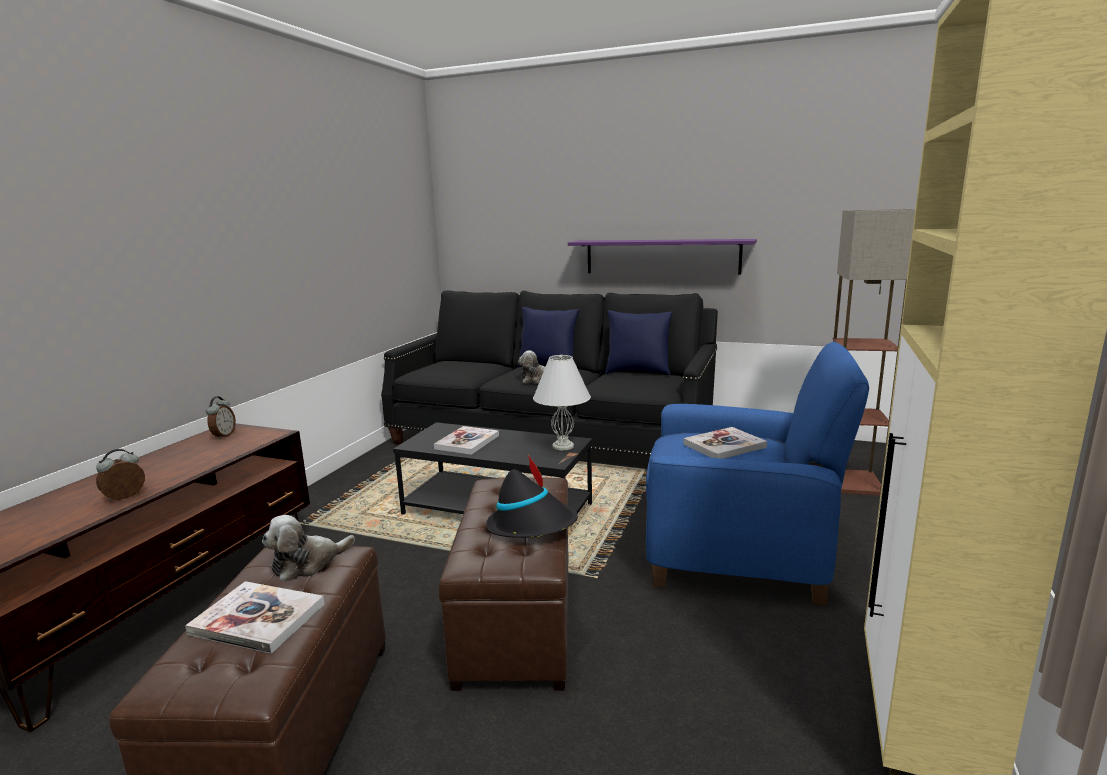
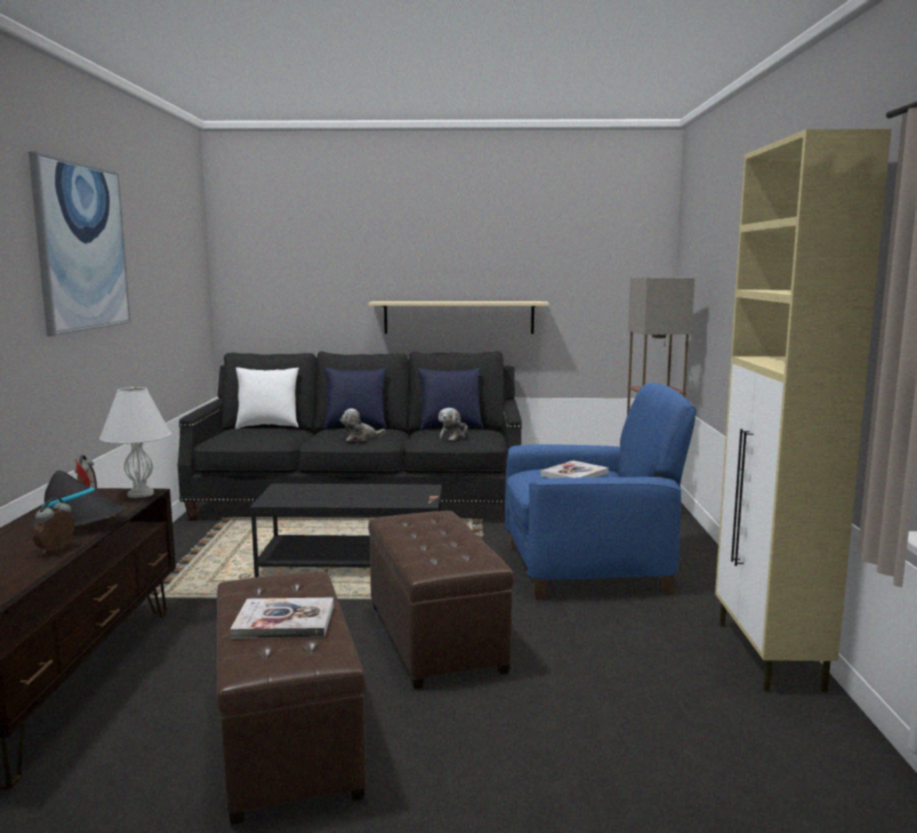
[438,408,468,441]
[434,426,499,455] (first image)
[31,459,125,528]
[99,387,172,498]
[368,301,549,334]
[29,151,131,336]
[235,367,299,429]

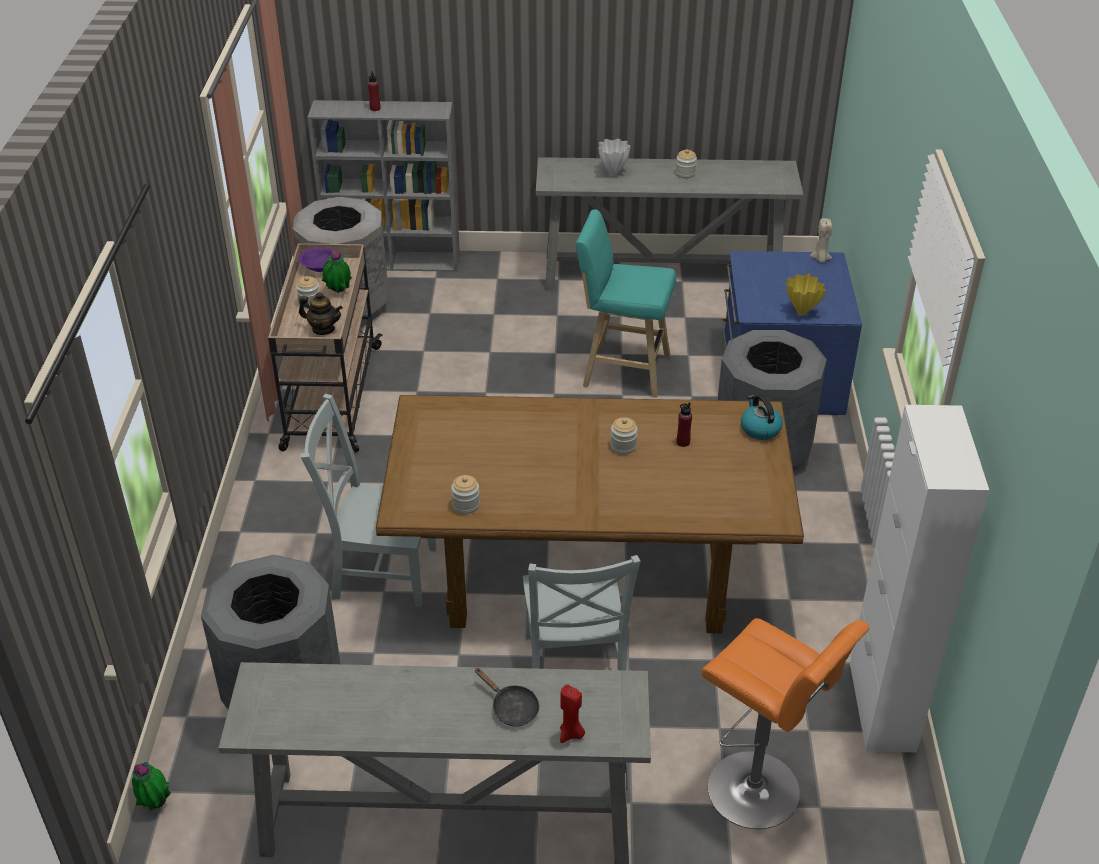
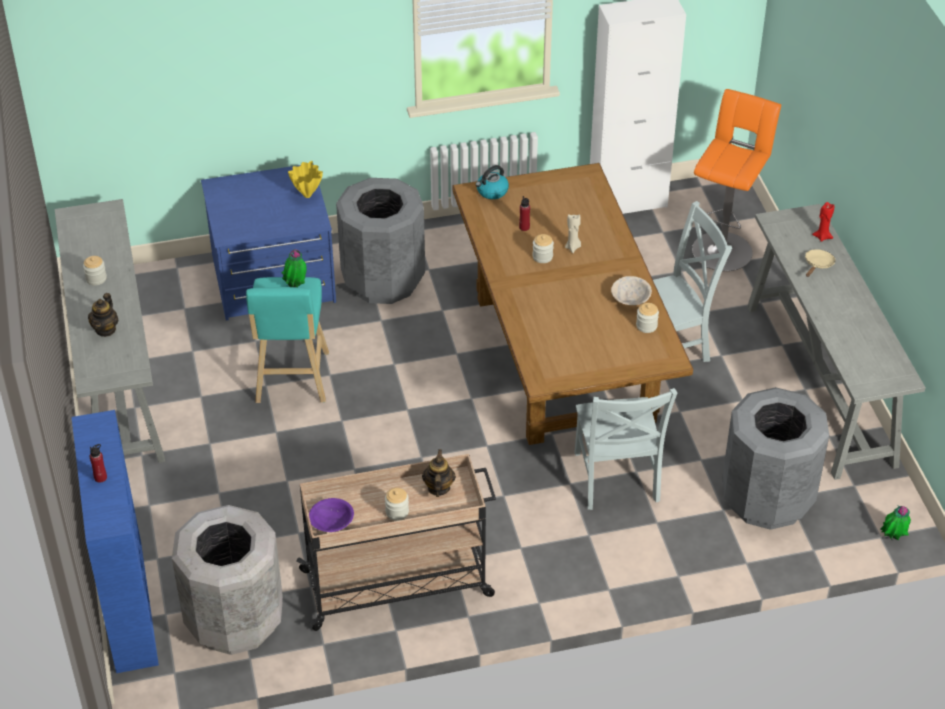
[71,410,159,673]
[282,249,307,287]
[805,249,835,277]
[88,293,119,337]
[565,214,581,253]
[611,276,652,305]

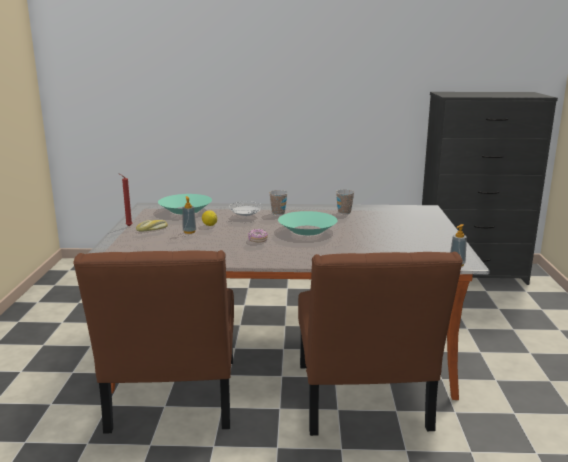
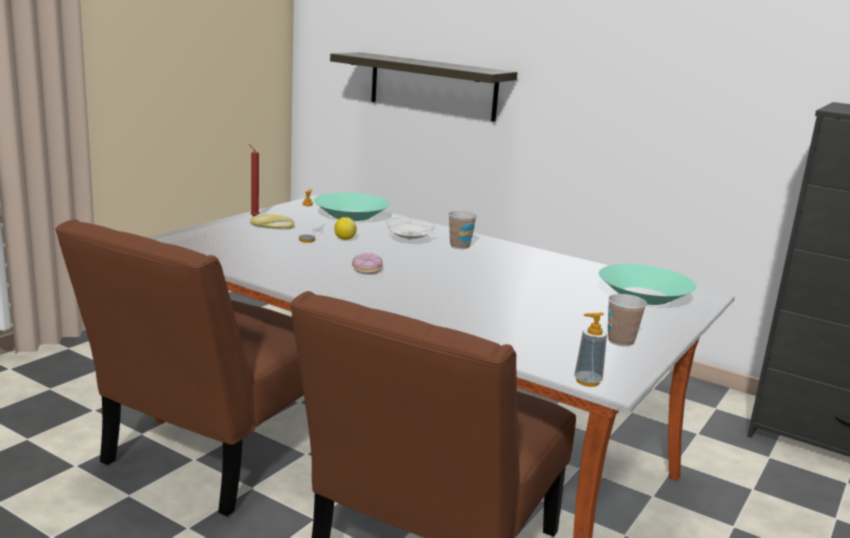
[599,264,696,305]
[608,294,647,346]
[330,52,517,122]

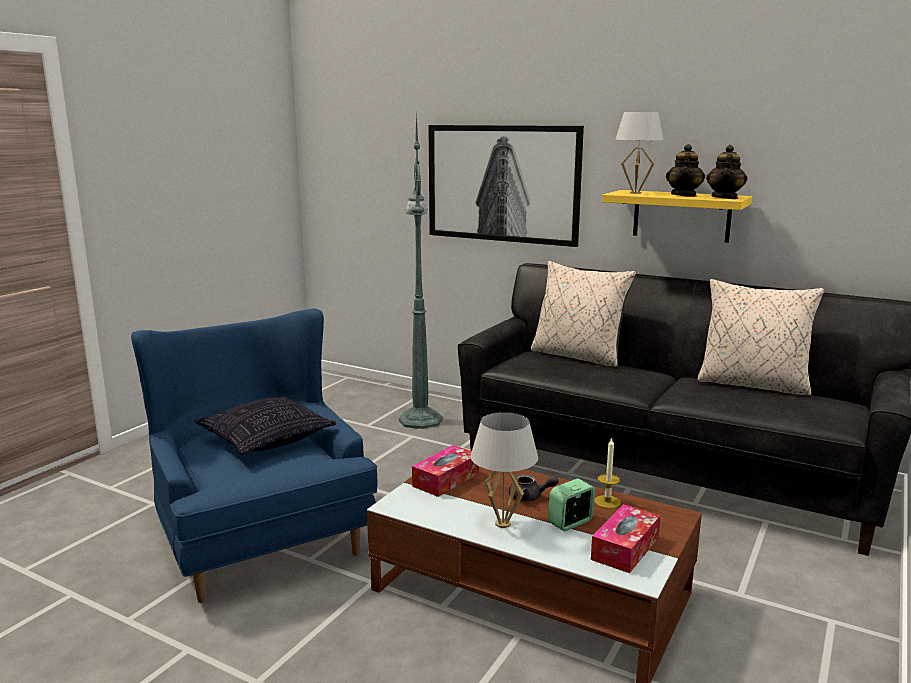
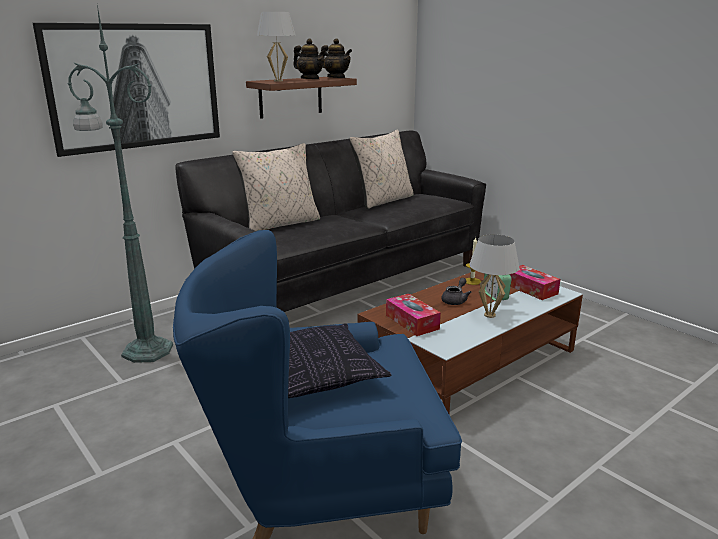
[246,77,357,119]

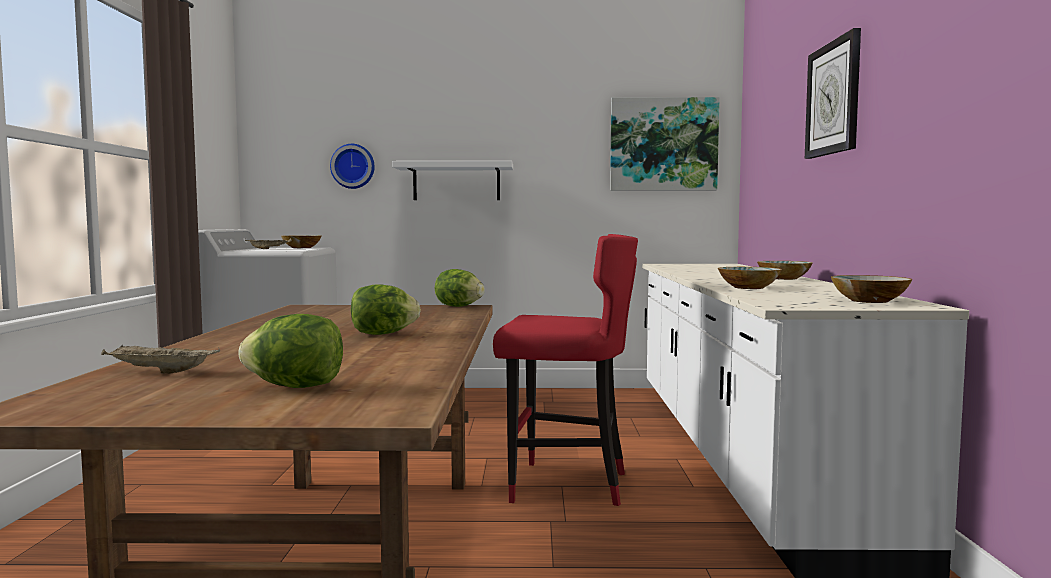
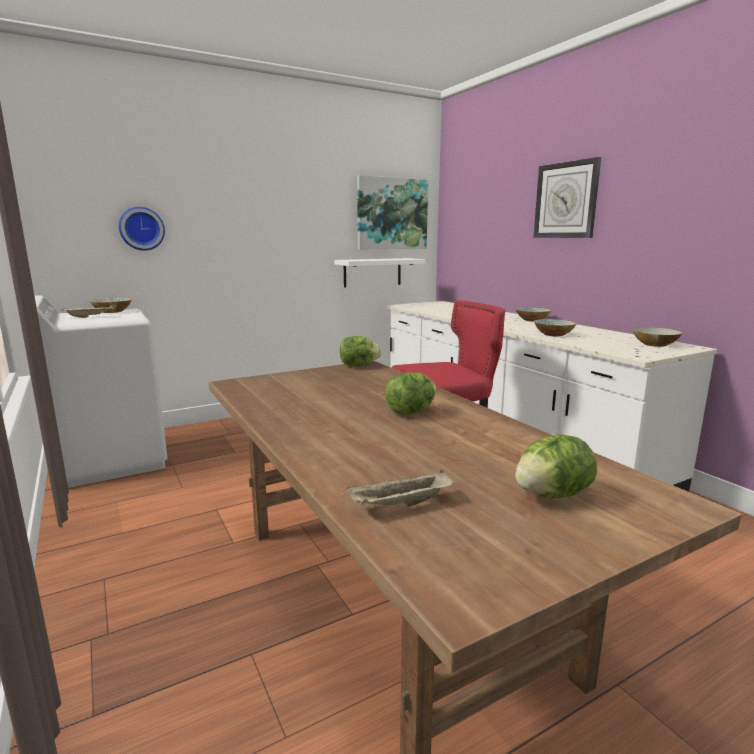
[334,258,425,287]

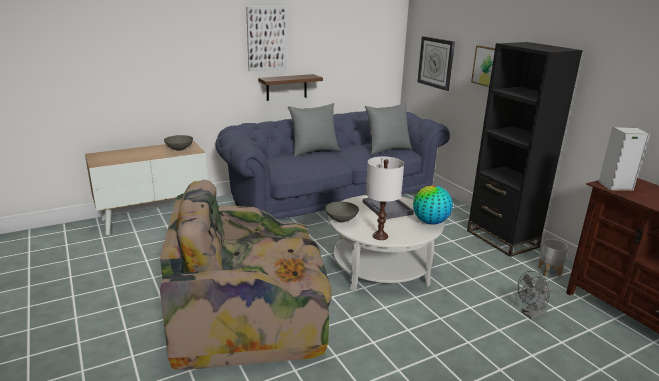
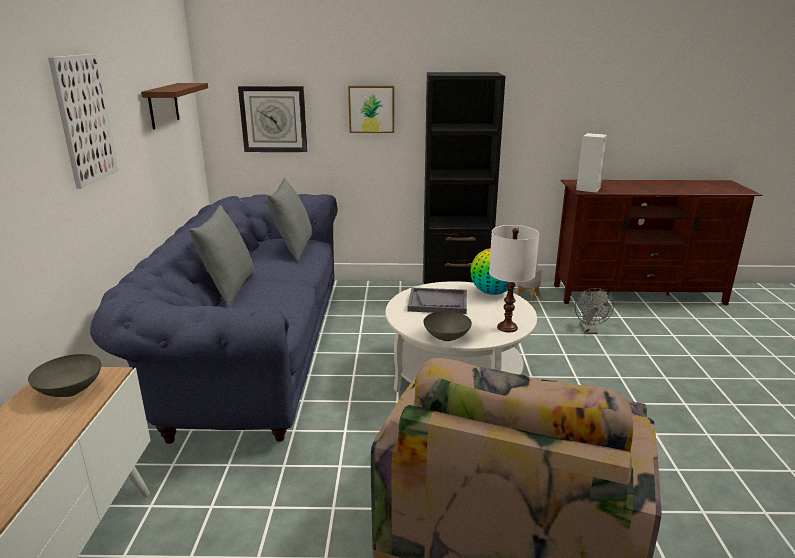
[141,83,208,129]

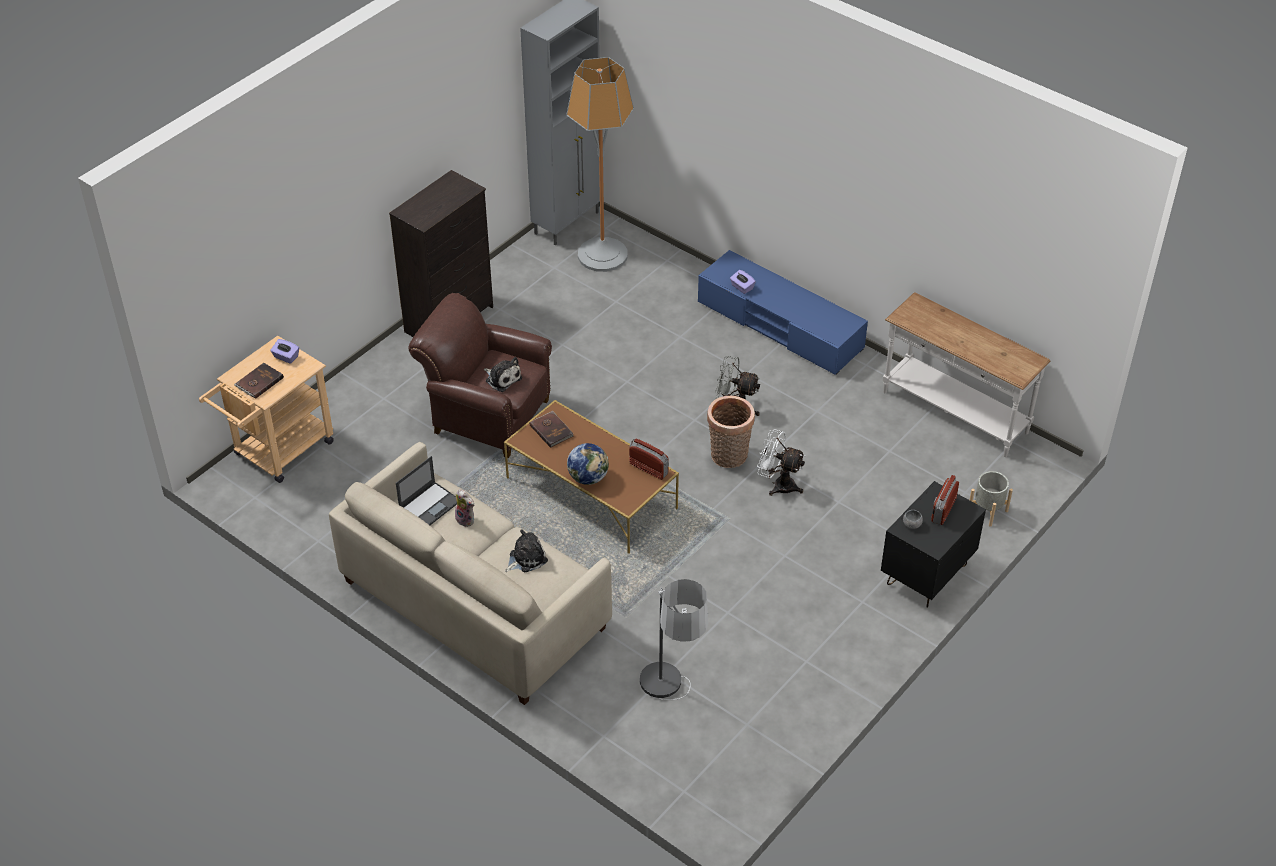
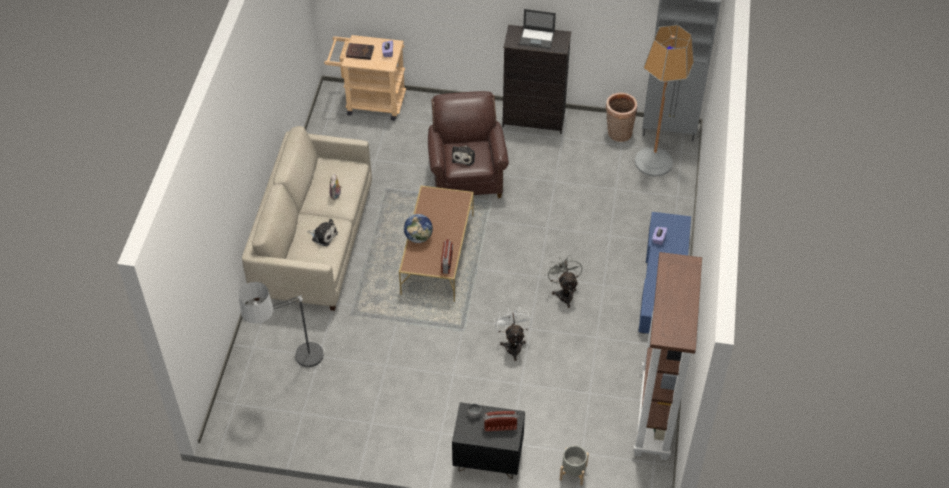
[519,9,556,49]
[530,411,574,448] (first image)
[606,93,637,142]
[633,252,702,460]

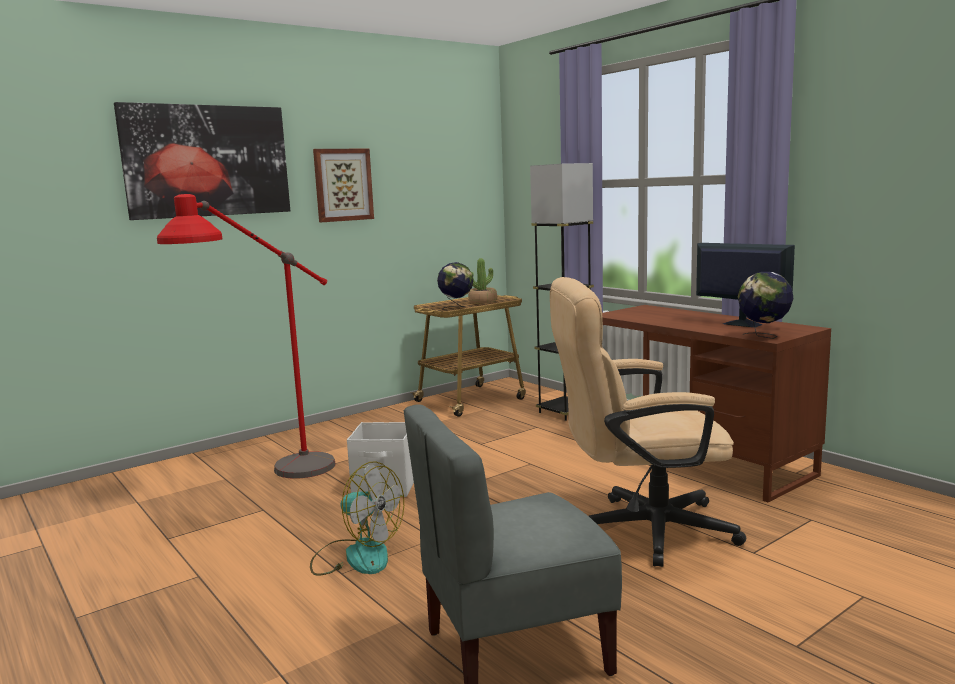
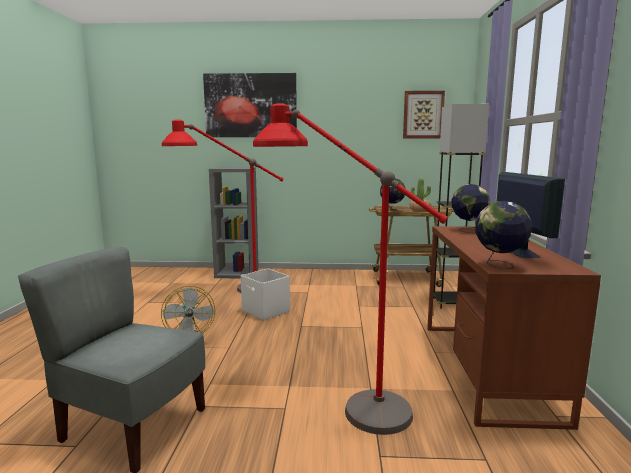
[403,91,445,139]
[253,103,448,435]
[209,167,259,279]
[452,184,490,233]

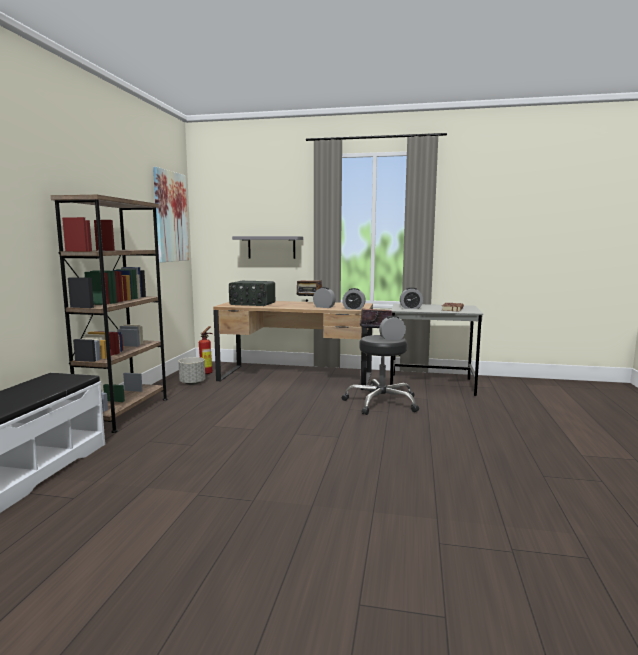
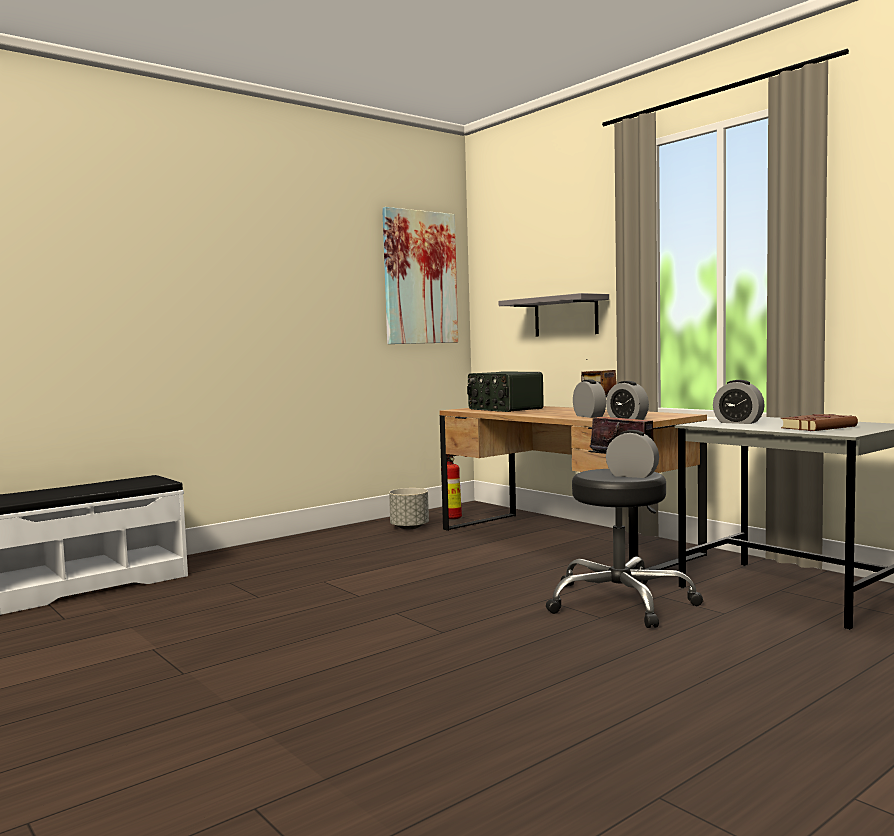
[51,195,168,433] (first image)

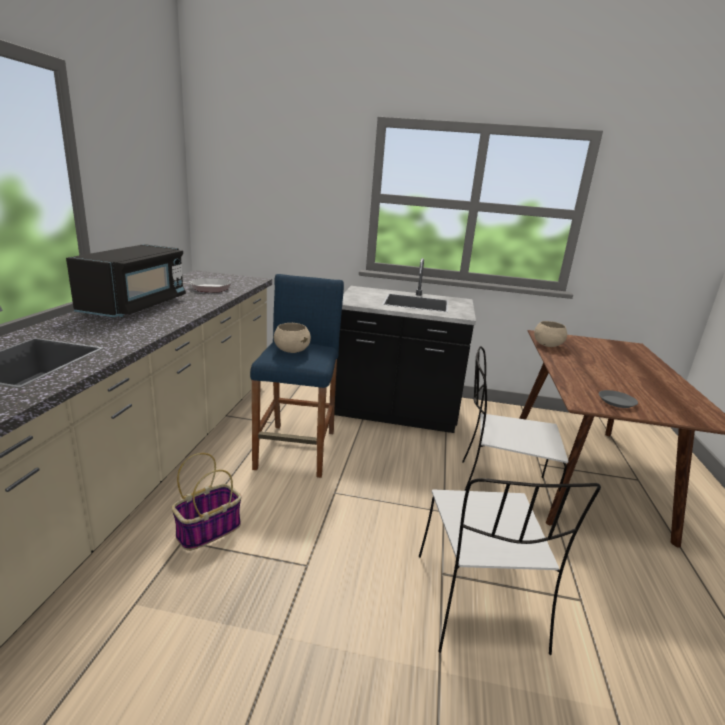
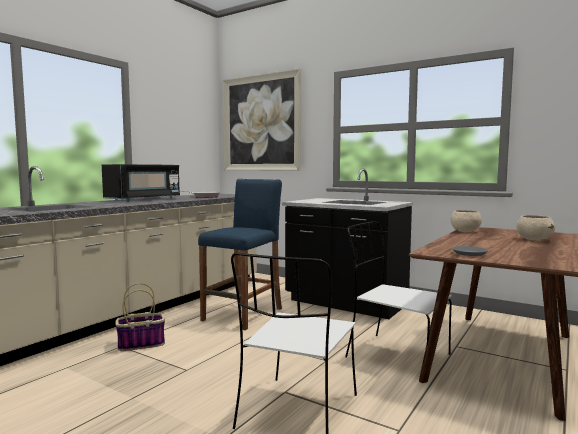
[516,215,555,241]
[223,68,301,171]

